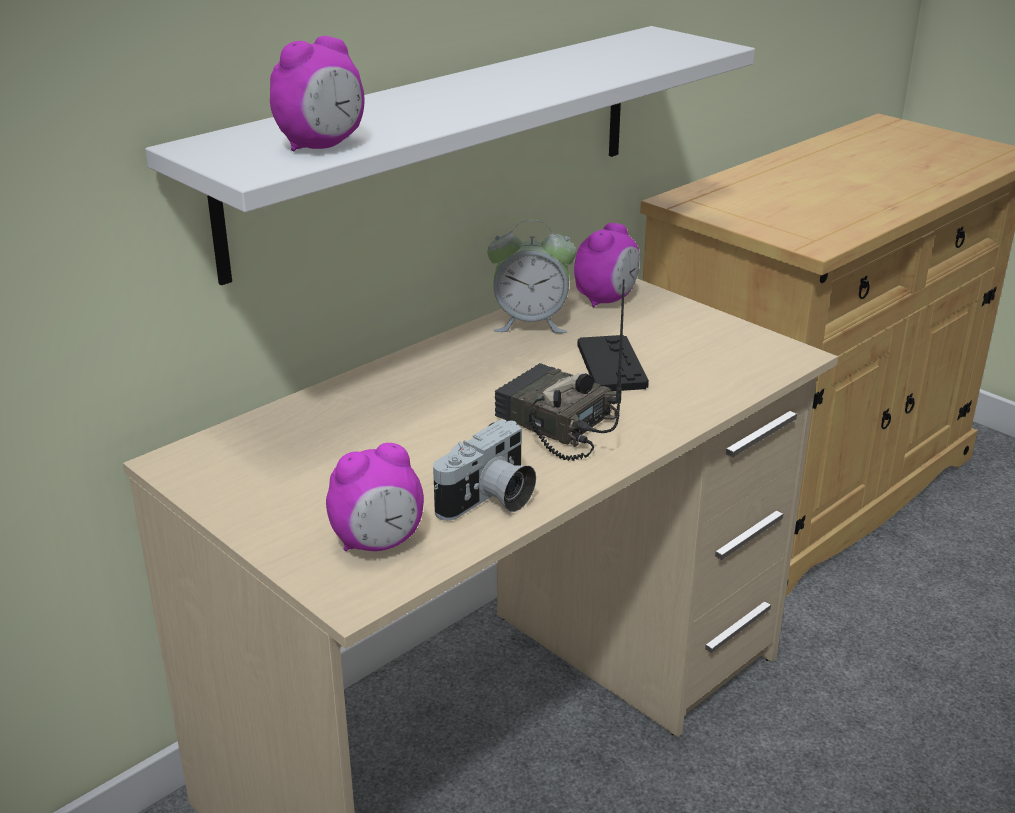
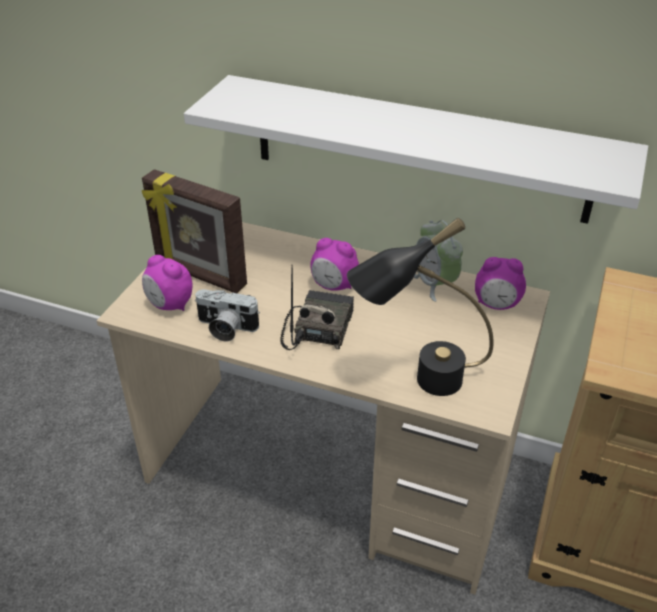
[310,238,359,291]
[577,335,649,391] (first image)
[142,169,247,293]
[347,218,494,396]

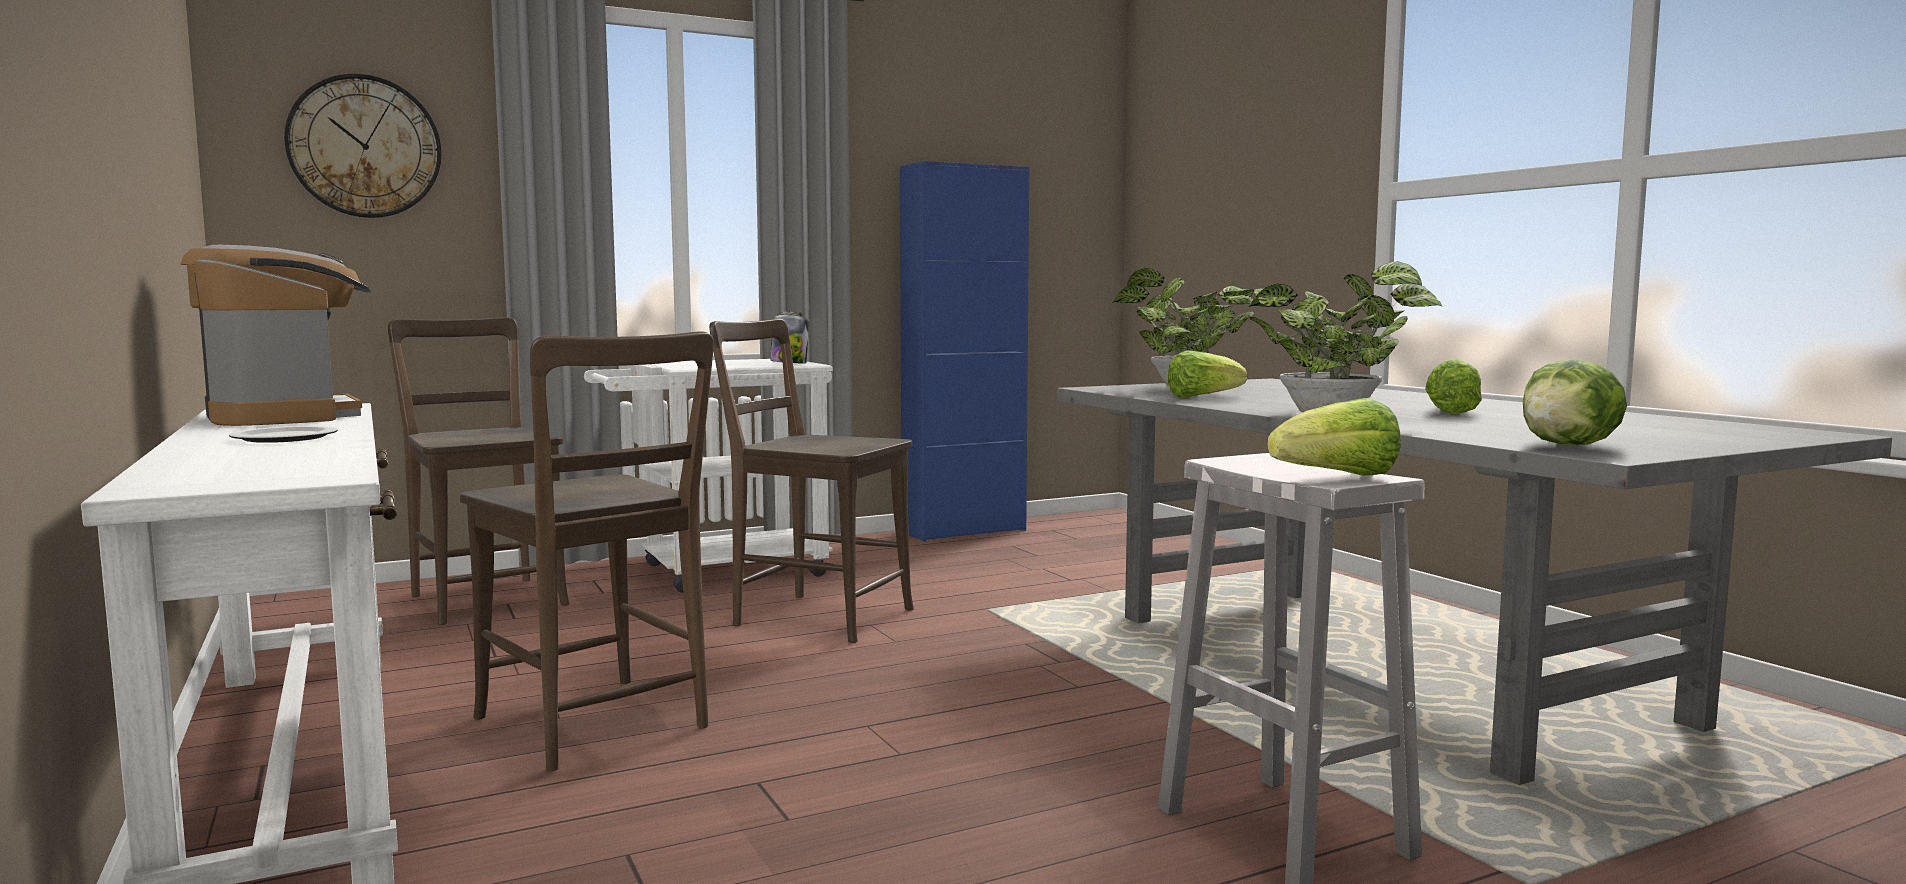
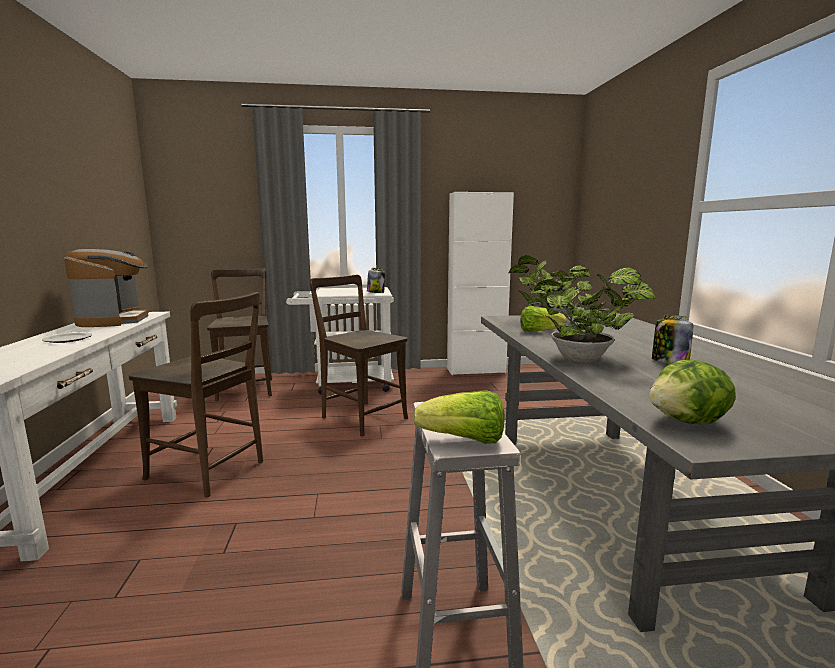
[284,74,442,218] (first image)
[129,292,263,497]
[447,192,514,375]
[652,315,693,364]

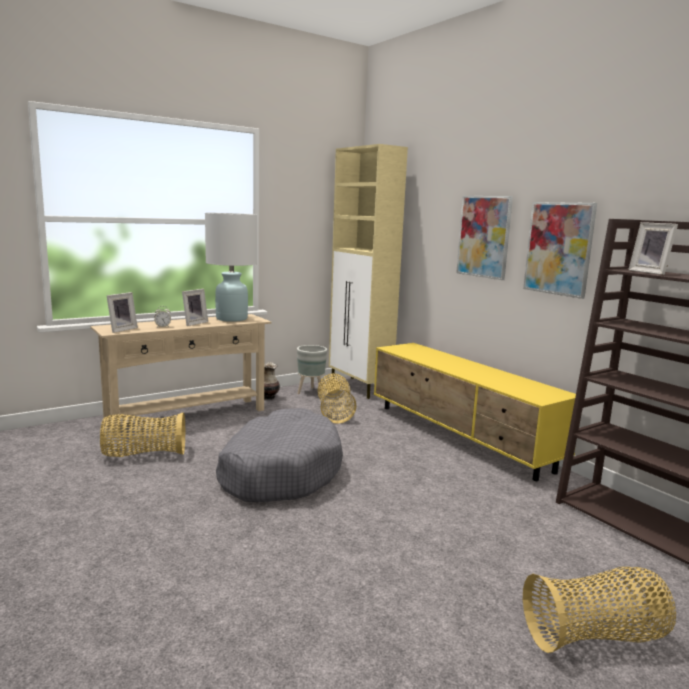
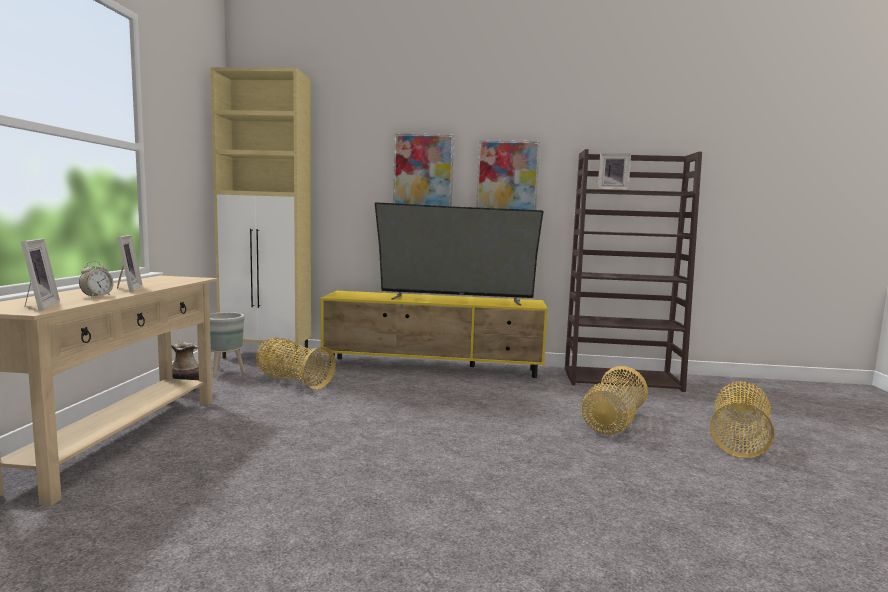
[582,366,648,435]
[205,213,257,322] (first image)
[216,408,343,502] (first image)
[375,202,544,306]

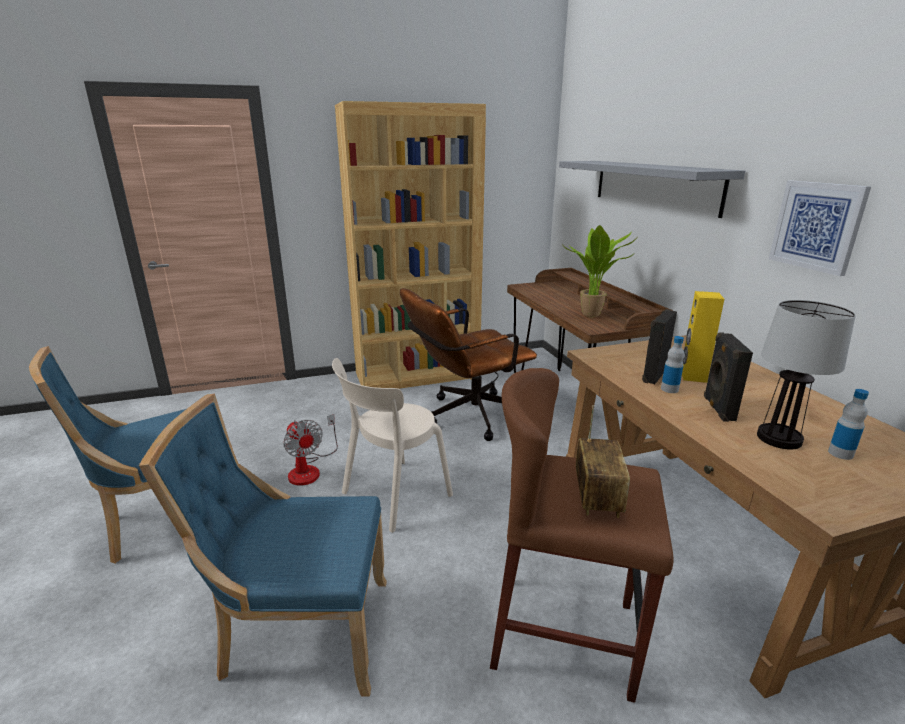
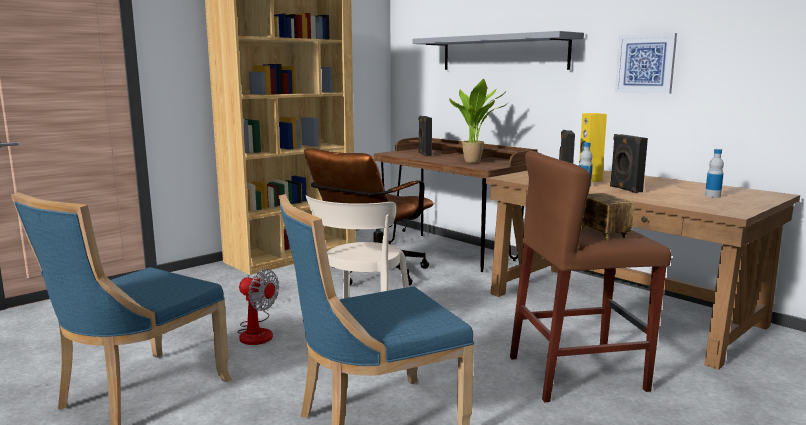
[757,300,856,450] (first image)
[418,116,432,157]

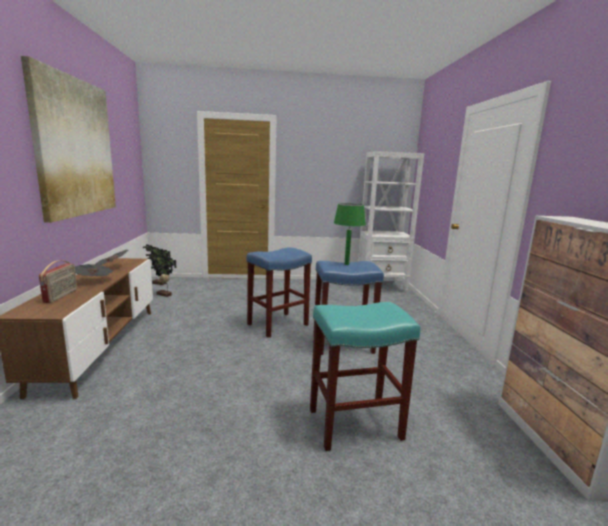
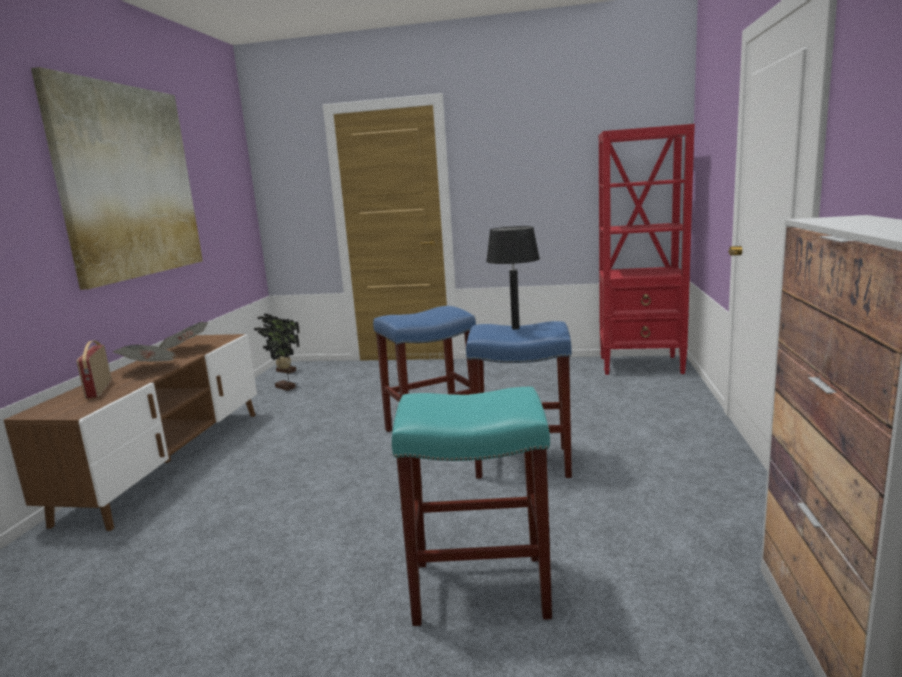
[77,341,112,399]
[486,226,540,330]
[599,124,695,375]

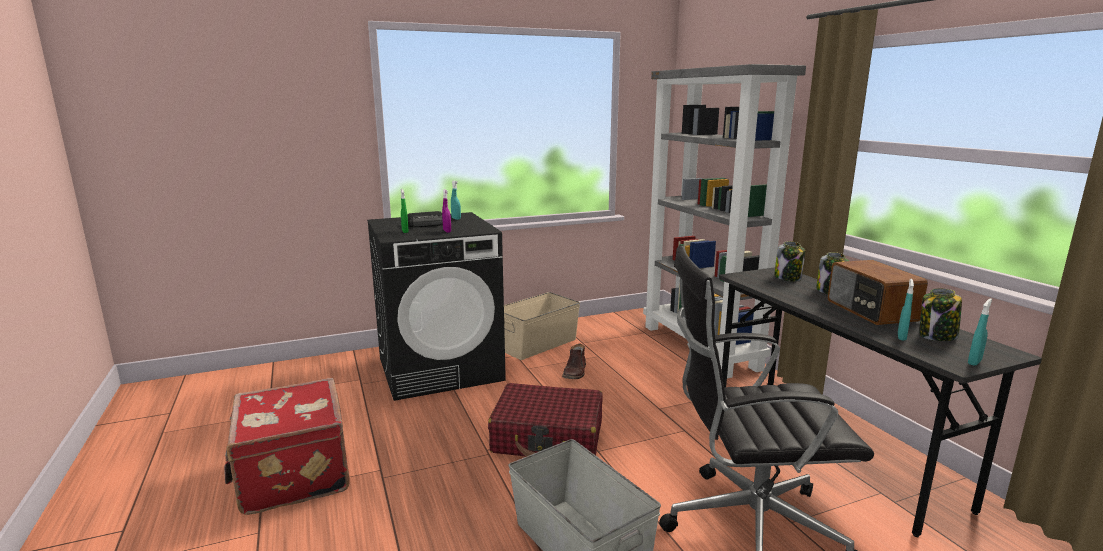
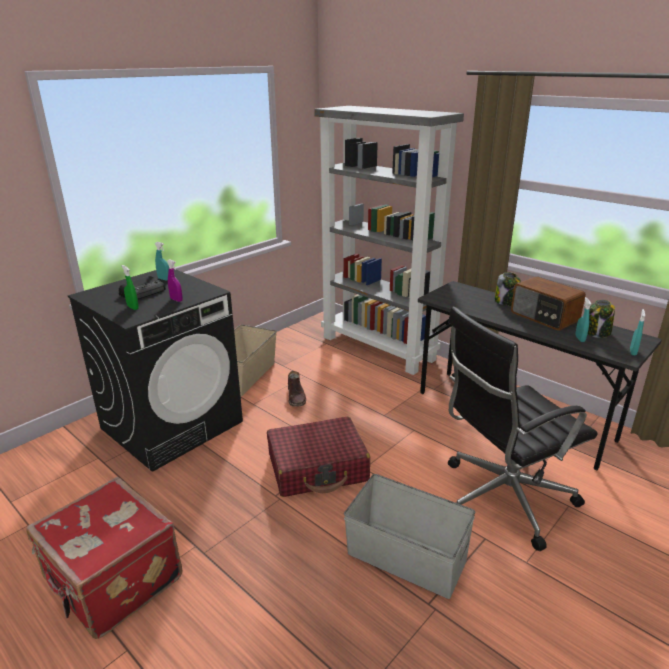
[774,241,805,281] (first image)

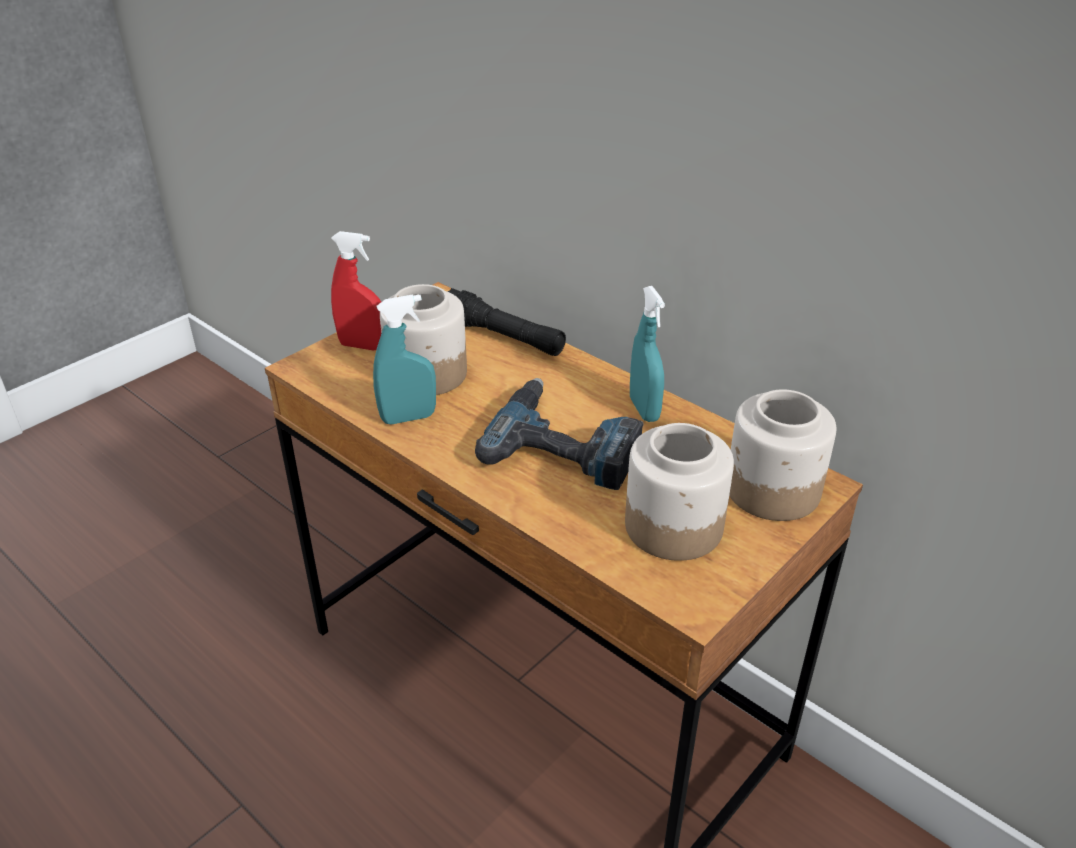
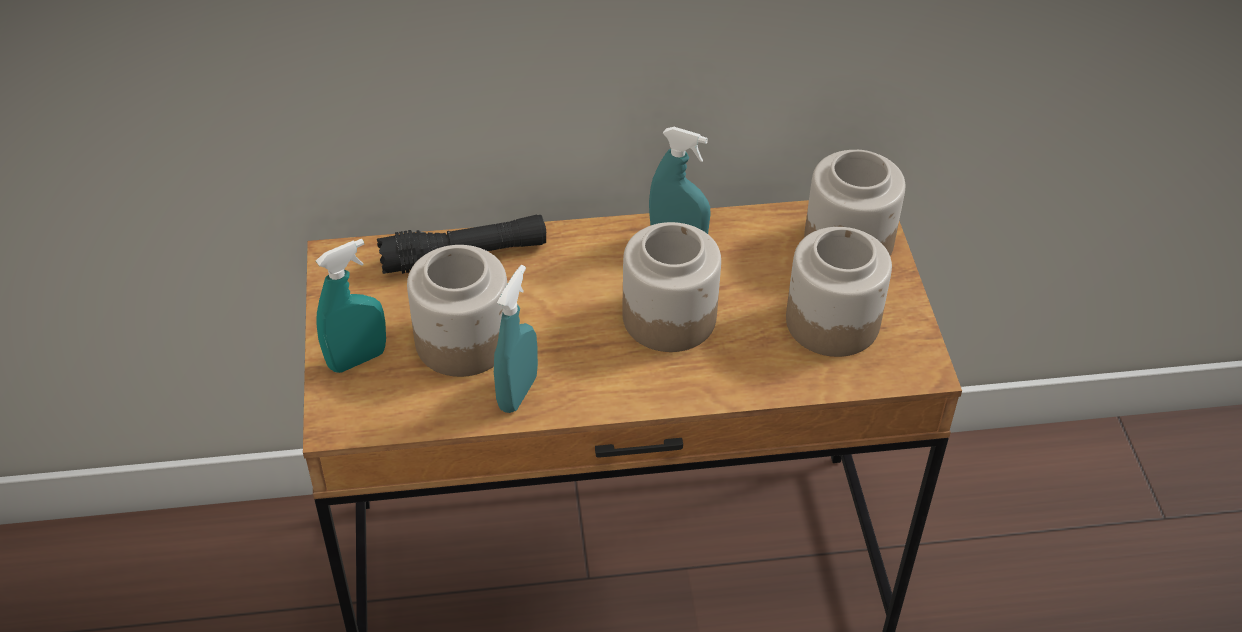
[316,239,386,373]
[622,222,721,352]

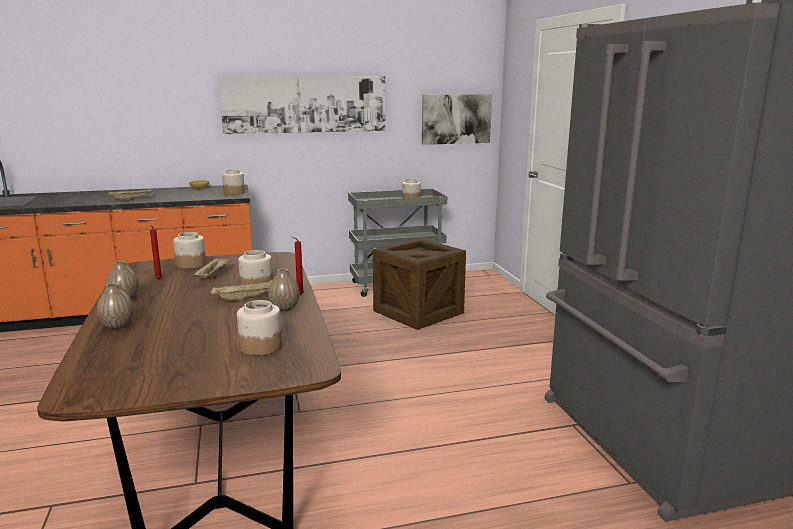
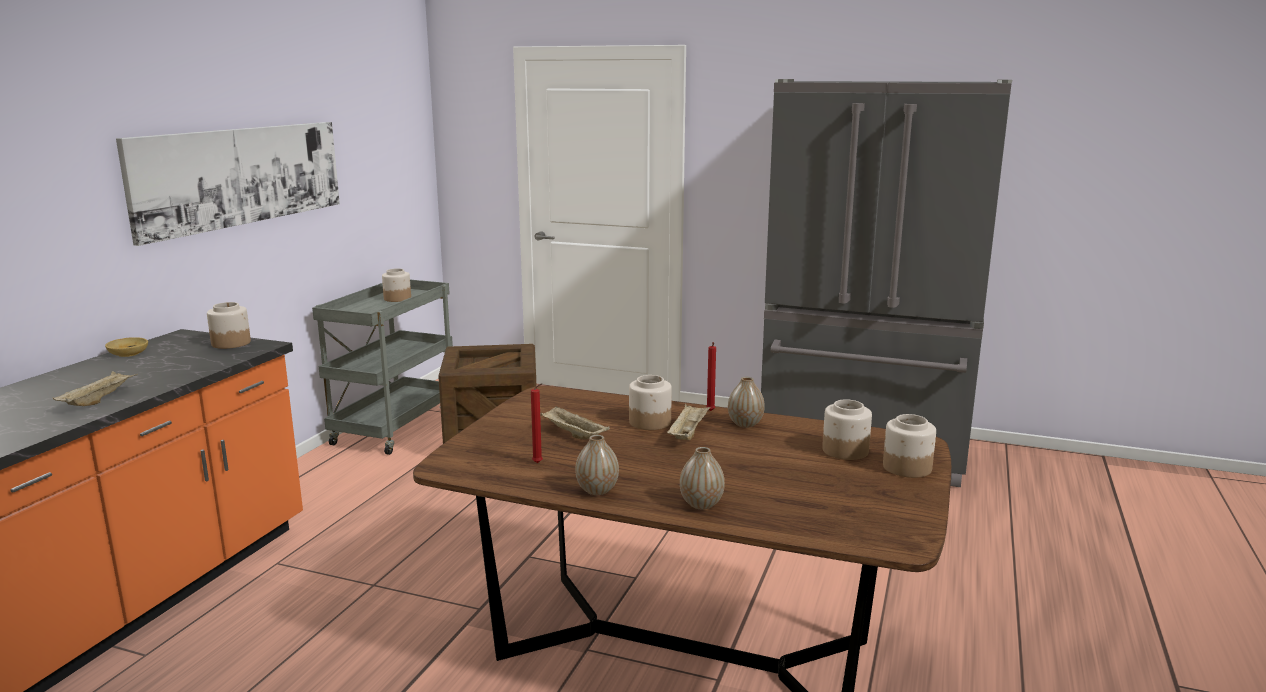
[883,414,936,478]
[422,94,492,145] (first image)

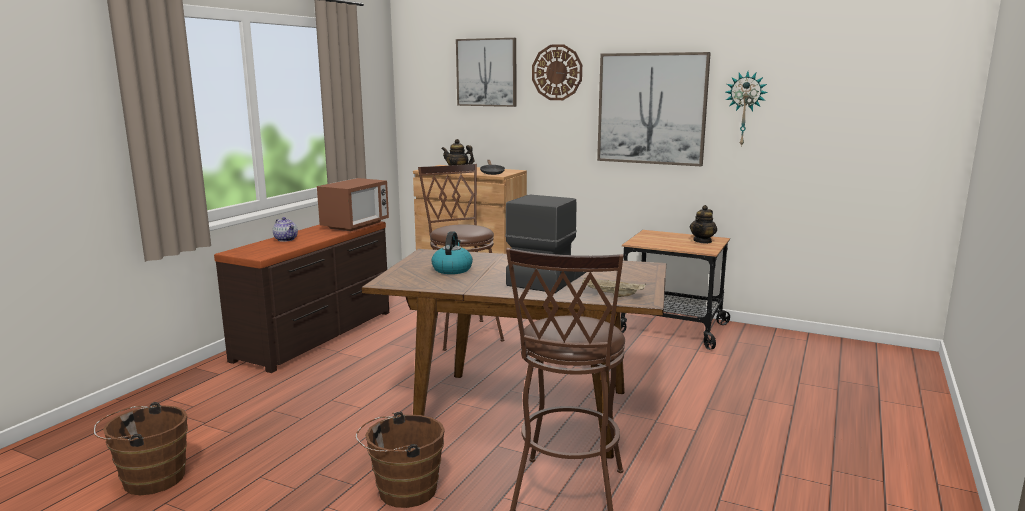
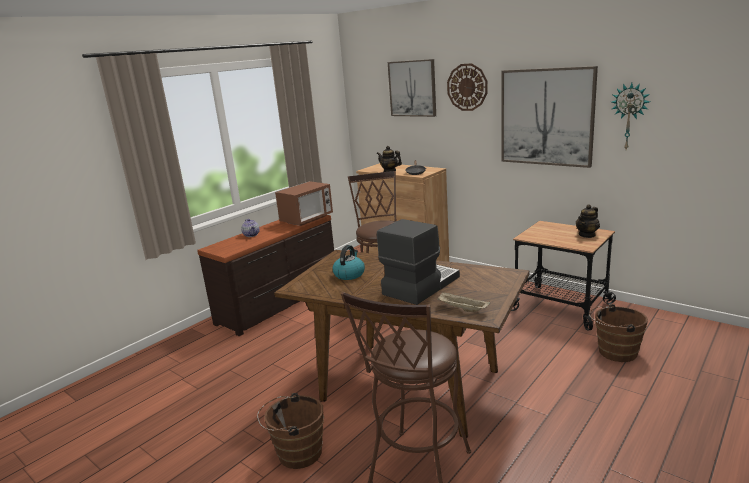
[589,304,648,362]

